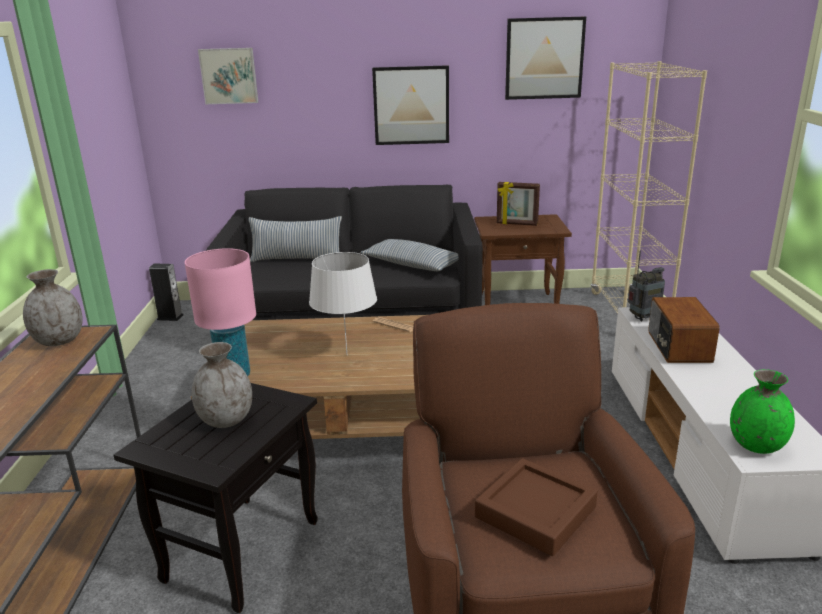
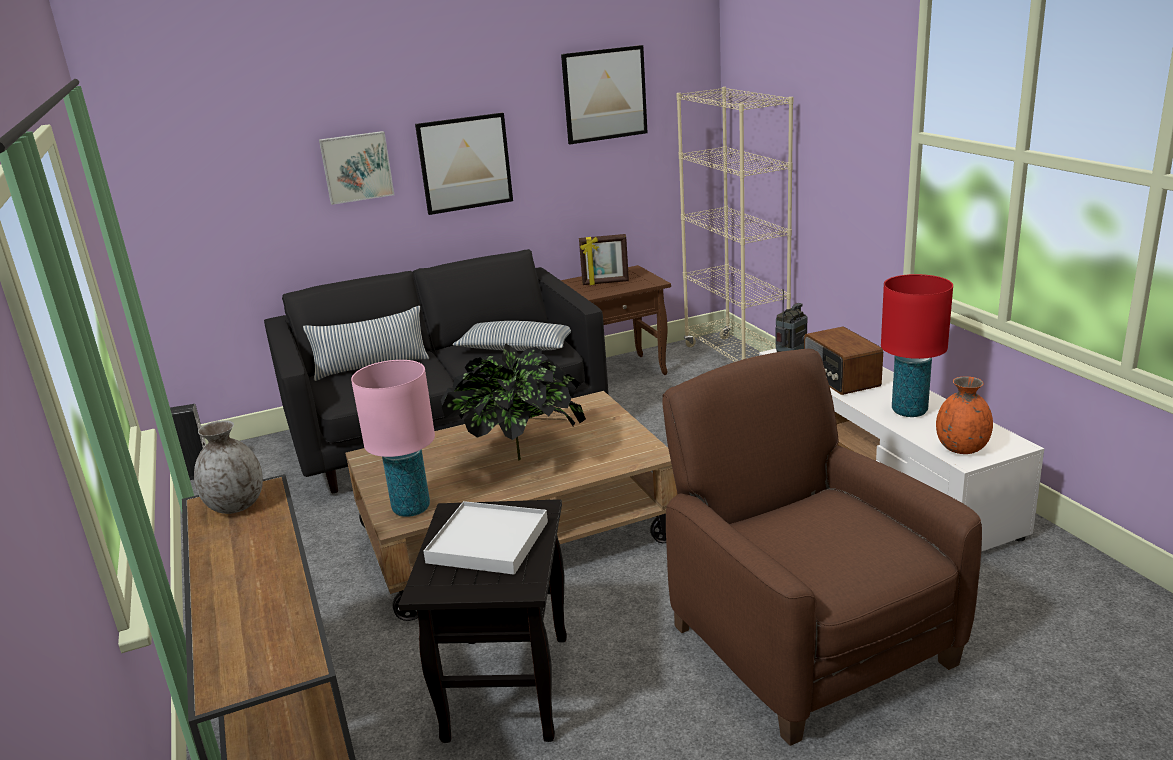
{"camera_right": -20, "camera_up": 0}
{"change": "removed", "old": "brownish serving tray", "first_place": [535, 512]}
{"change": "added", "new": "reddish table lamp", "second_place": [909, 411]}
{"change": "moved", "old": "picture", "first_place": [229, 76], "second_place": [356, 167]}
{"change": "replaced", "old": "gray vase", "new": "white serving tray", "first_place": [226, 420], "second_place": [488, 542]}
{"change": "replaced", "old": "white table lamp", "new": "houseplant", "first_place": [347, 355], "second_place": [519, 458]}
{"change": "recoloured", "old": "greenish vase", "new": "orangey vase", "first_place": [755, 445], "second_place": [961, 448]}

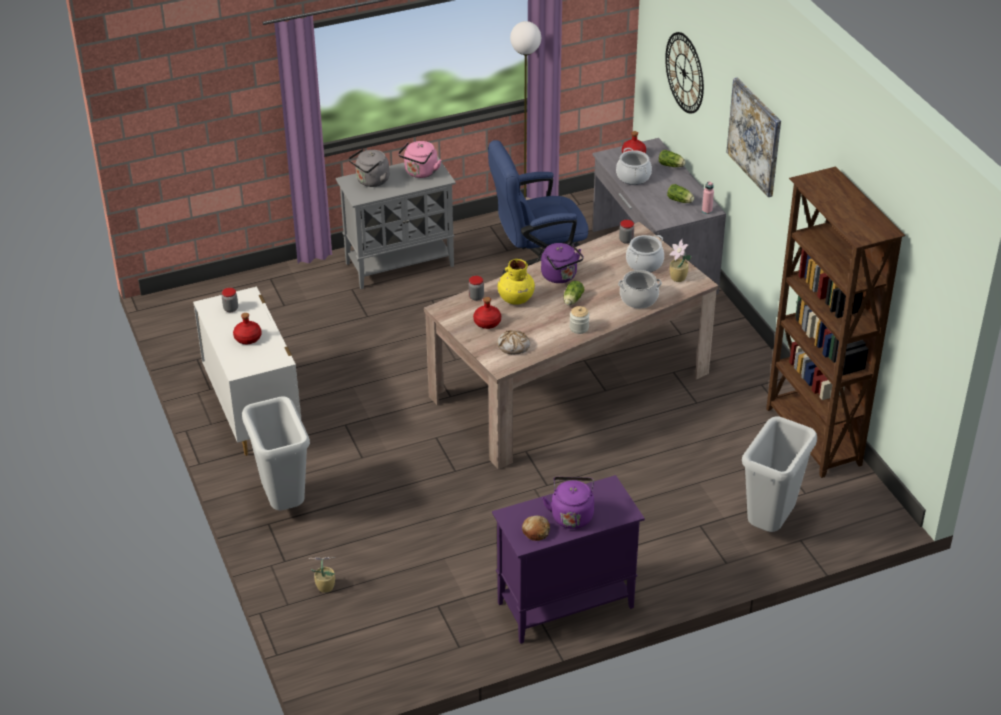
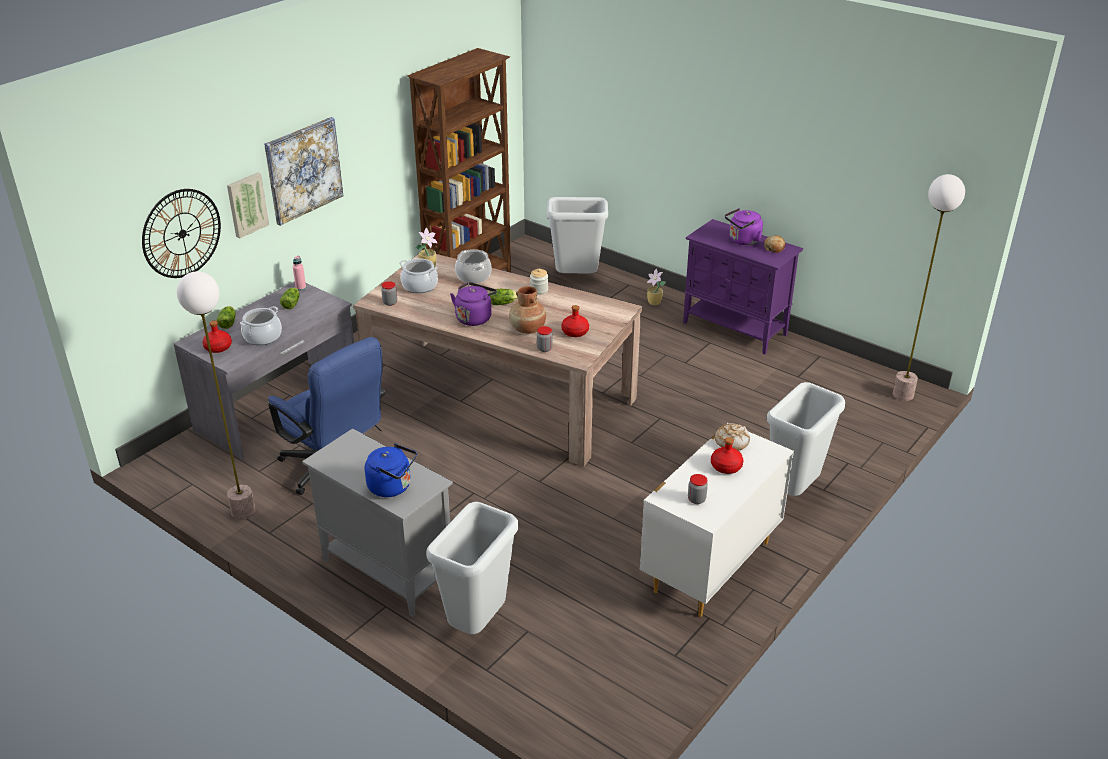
{"camera_right": -120, "camera_up": -5}
{"change": "removed", "old": "pinkish kettle", "first_place": [420, 173]}
{"change": "added", "new": "picture", "second_place": [246, 204]}
{"change": "added", "new": "gray waste bin", "second_place": [477, 623]}
{"change": "added", "new": "standard lamp", "second_place": [903, 395]}
{"change": "moved", "old": "houseplant", "first_place": [324, 587], "second_place": [654, 303]}
{"change": "moved", "old": "bread", "first_place": [513, 346], "second_place": [731, 441]}
{"change": "recoloured", "old": "gray kettle", "new": "blue kettle", "first_place": [371, 181], "second_place": [392, 487]}
{"change": "recoloured", "old": "yellow vase", "new": "brownish vase", "first_place": [515, 298], "second_place": [527, 329]}

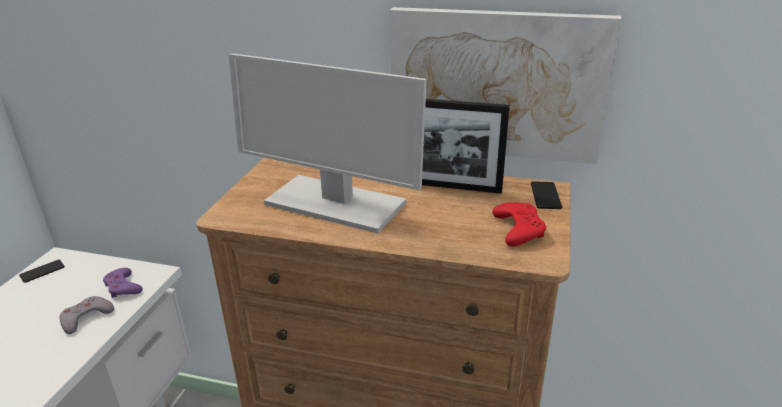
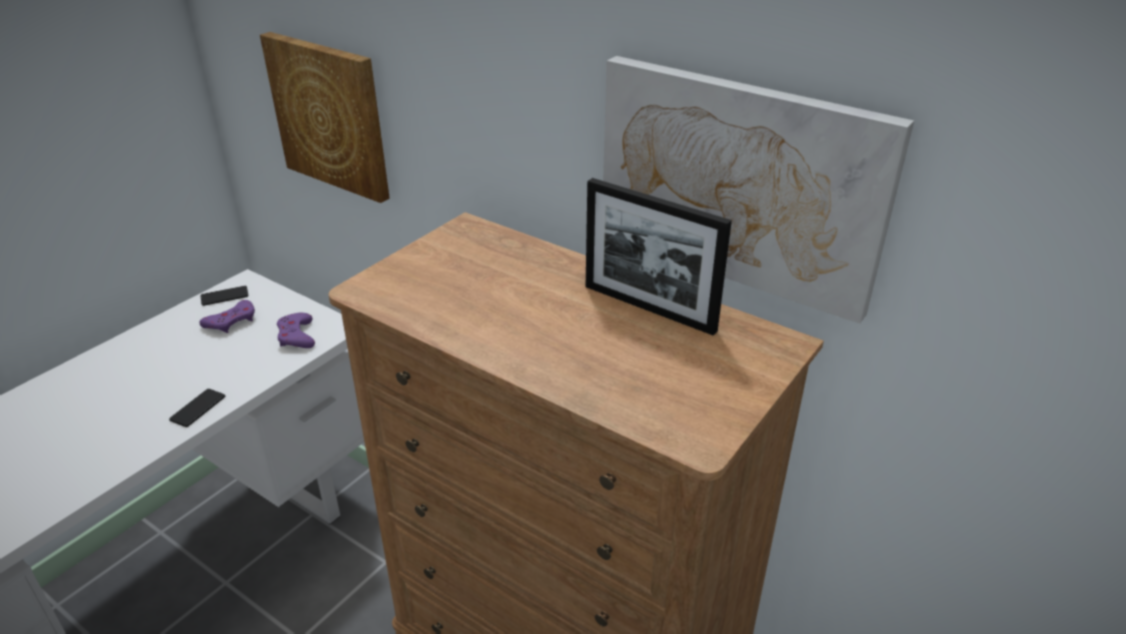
{"camera_right": 20, "camera_up": 5}
{"change": "removed", "old": "gray game controller", "first_place": [86, 317]}
{"change": "removed", "old": "computer screen", "first_place": [333, 204]}
{"change": "removed", "old": "reddish game controller", "first_place": [518, 229]}
{"change": "added", "new": "purple game controller", "second_place": [231, 321]}
{"change": "added", "new": "picture", "second_place": [330, 115]}
{"change": "moved", "old": "phone", "first_place": [545, 196], "second_place": [198, 408]}

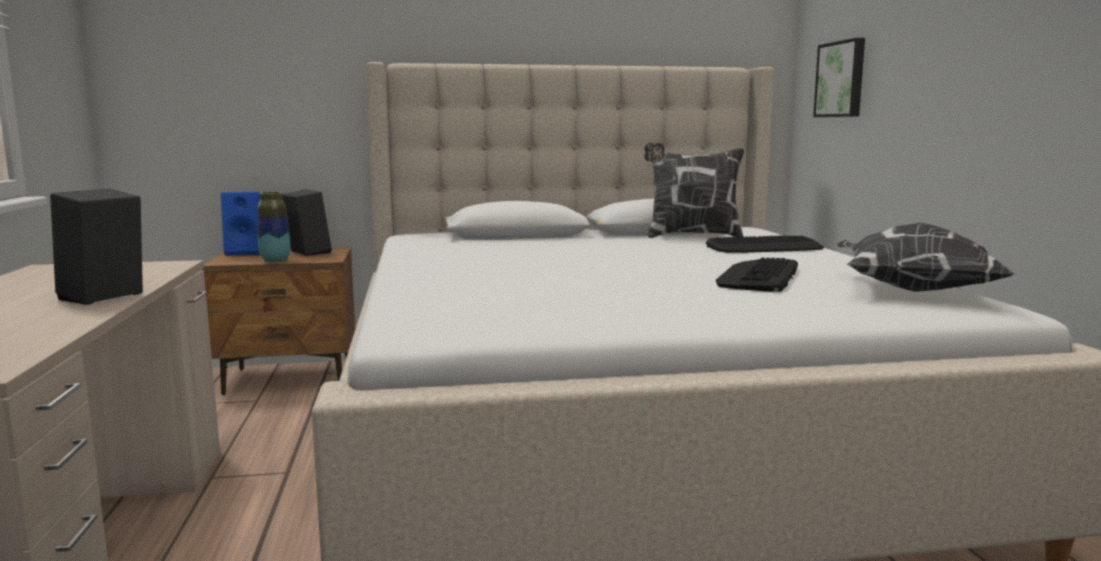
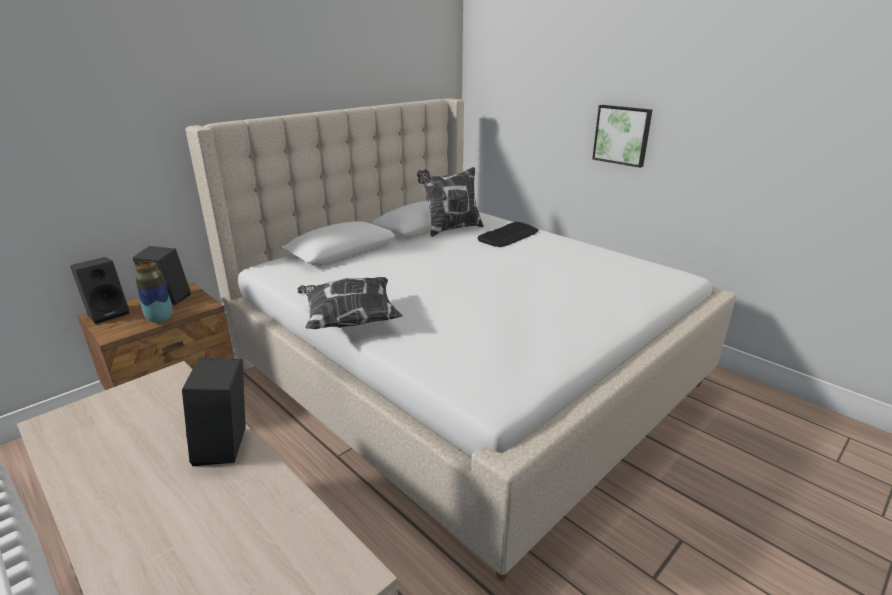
{"camera_right": -35, "camera_up": 15}
{"change": "removed", "old": "computer keyboard", "first_place": [758, 277]}
{"change": "moved", "old": "picture", "first_place": [842, 79], "second_place": [622, 135]}
{"change": "moved", "old": "throw pillow", "first_place": [912, 291], "second_place": [349, 320]}
{"change": "recoloured", "old": "blue loudspeaker", "new": "blackish loudspeaker", "first_place": [248, 252], "second_place": [109, 313]}

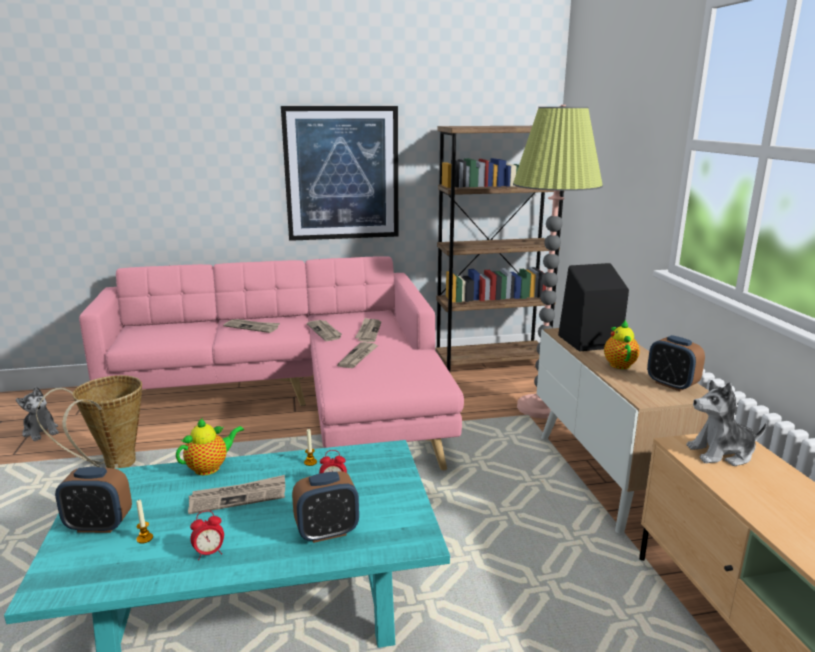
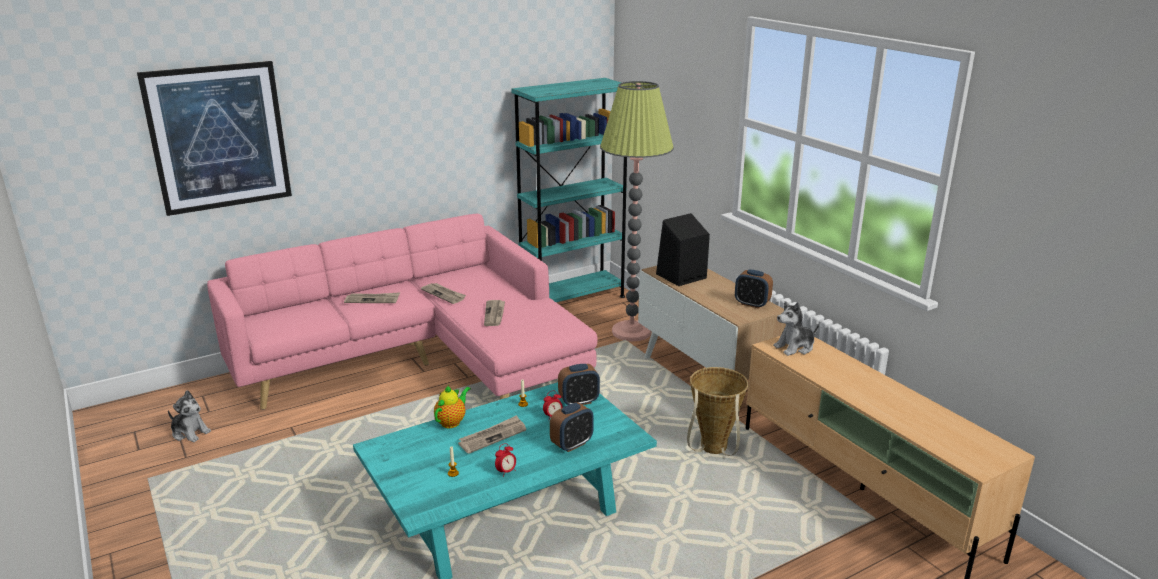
{"camera_right": -20, "camera_up": 5}
{"change": "removed", "old": "printed paper", "first_place": [368, 331]}
{"change": "removed", "old": "teapot", "first_place": [619, 364]}
{"change": "moved", "old": "basket", "first_place": [113, 467], "second_place": [713, 451]}
{"change": "moved", "old": "alarm clock", "first_place": [99, 525], "second_place": [579, 401]}
{"change": "moved", "old": "picture", "first_place": [342, 174], "second_place": [218, 137]}
{"change": "recoloured", "old": "brownish bookshelf", "new": "turquoise-coloured bookshelf", "first_place": [491, 366], "second_place": [572, 300]}

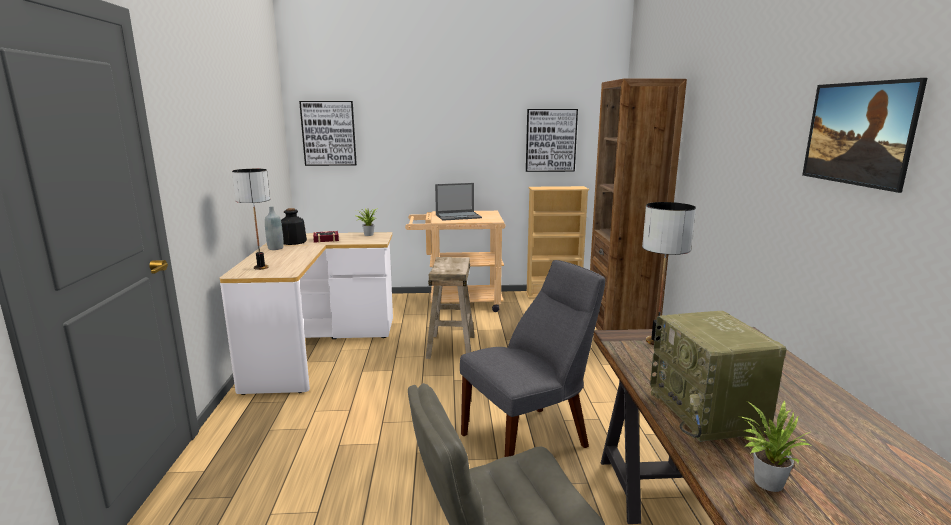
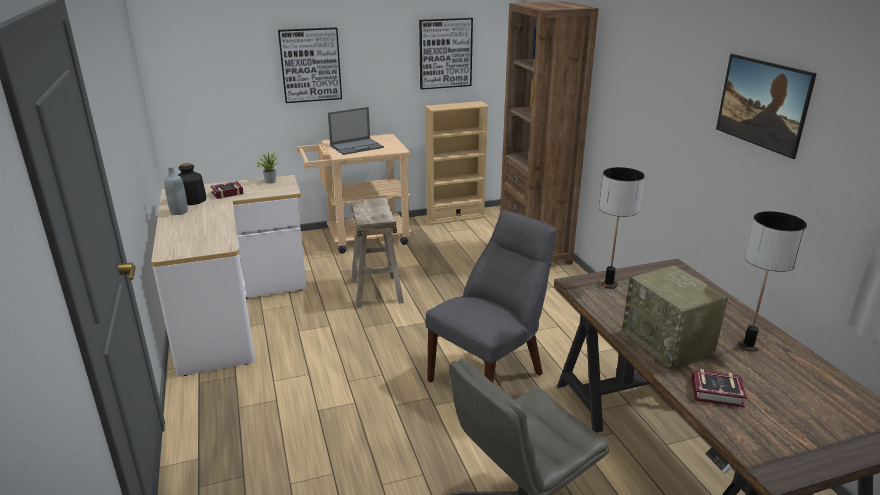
{"camera_right": -15, "camera_up": 10}
{"change": "moved", "old": "table lamp", "first_place": [260, 267], "second_place": [748, 346]}
{"change": "moved", "old": "picture", "first_place": [329, 133], "second_place": [310, 65]}
{"change": "replaced", "old": "houseplant", "new": "bound book", "first_place": [764, 481], "second_place": [719, 394]}

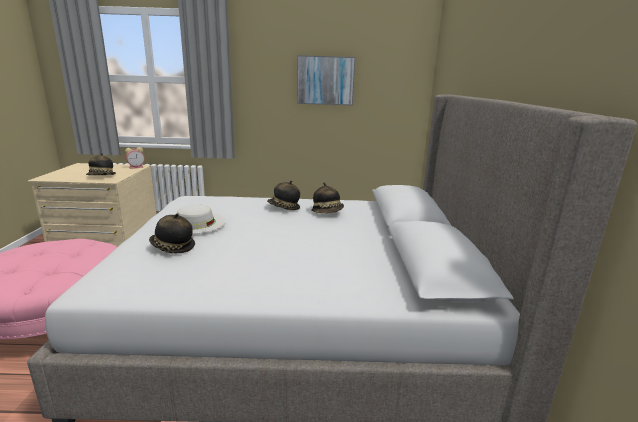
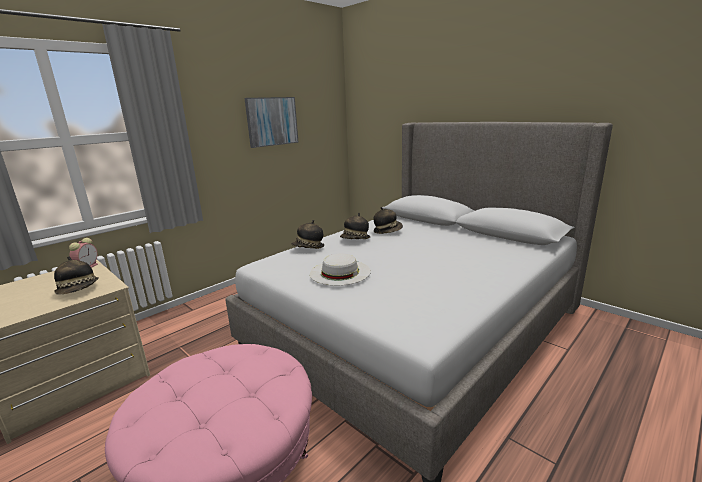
{"camera_right": -45, "camera_up": 0}
{"change": "moved", "old": "wearable hat", "first_place": [172, 247], "second_place": [308, 248]}

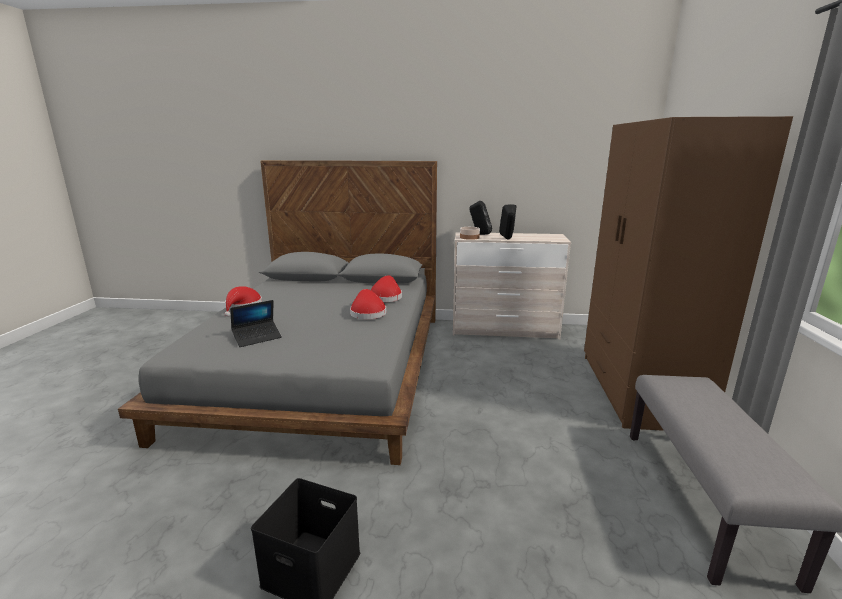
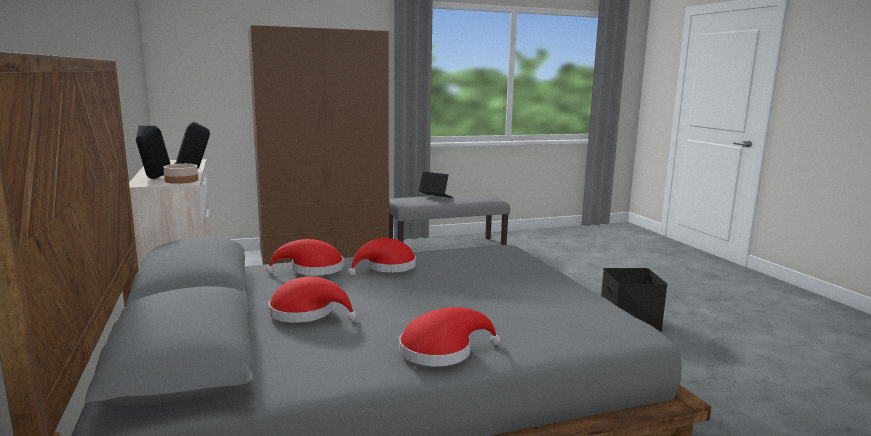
{"camera_right": -115, "camera_up": -5}
{"change": "added", "new": "reddish wearable hat", "second_place": [307, 313]}
{"change": "moved", "old": "notebook computer", "first_place": [257, 338], "second_place": [435, 197]}

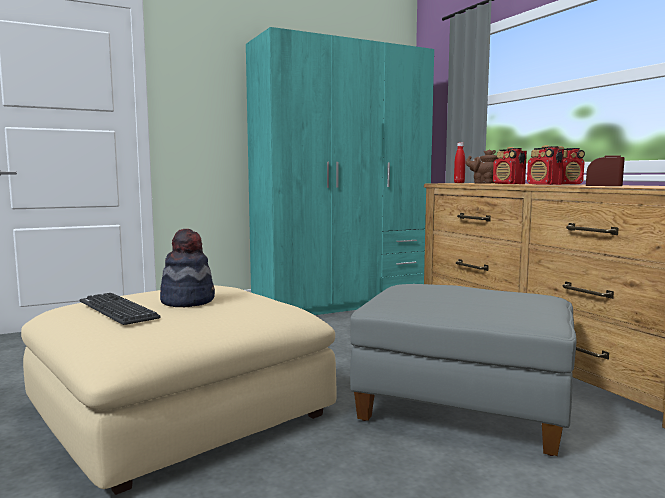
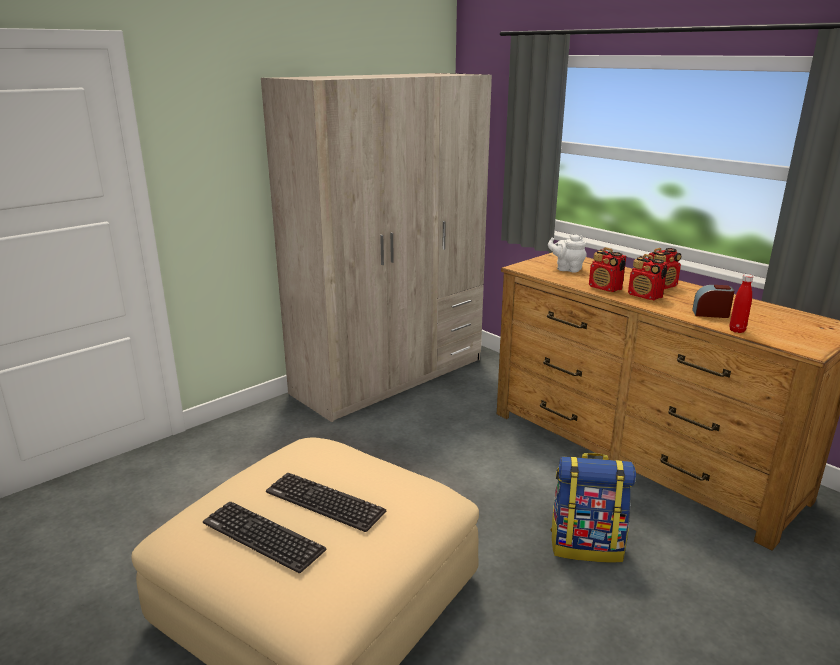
{"camera_right": -15, "camera_up": 15}
{"change": "moved", "old": "reddish bottle", "first_place": [459, 183], "second_place": [737, 330]}
{"change": "replaced", "old": "wearable hat", "new": "computer keyboard", "first_place": [188, 301], "second_place": [324, 502]}
{"change": "replaced", "old": "gray footrest", "new": "knapsack", "first_place": [463, 408], "second_place": [587, 545]}
{"change": "recoloured", "old": "turquoise-coloured wardrobe", "new": "beige wardrobe", "first_place": [342, 303], "second_place": [390, 376]}
{"change": "recoloured", "old": "brownish teapot", "new": "white teapot", "first_place": [483, 183], "second_place": [567, 269]}

